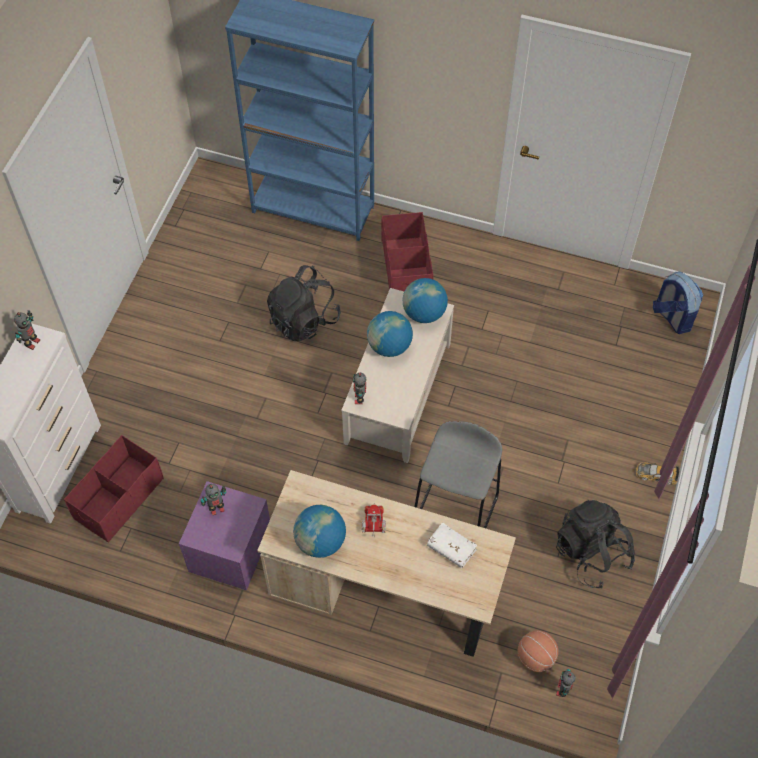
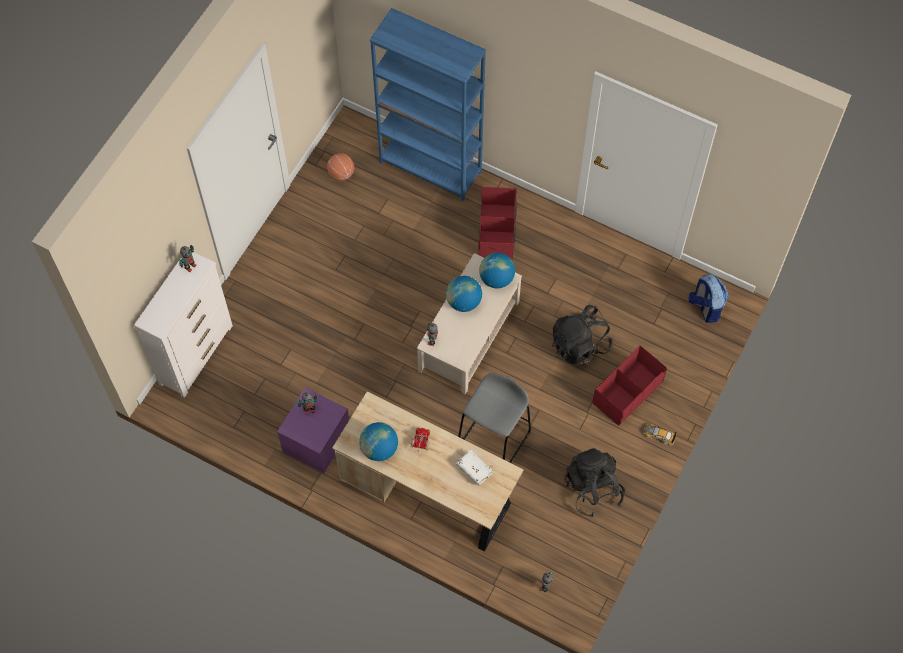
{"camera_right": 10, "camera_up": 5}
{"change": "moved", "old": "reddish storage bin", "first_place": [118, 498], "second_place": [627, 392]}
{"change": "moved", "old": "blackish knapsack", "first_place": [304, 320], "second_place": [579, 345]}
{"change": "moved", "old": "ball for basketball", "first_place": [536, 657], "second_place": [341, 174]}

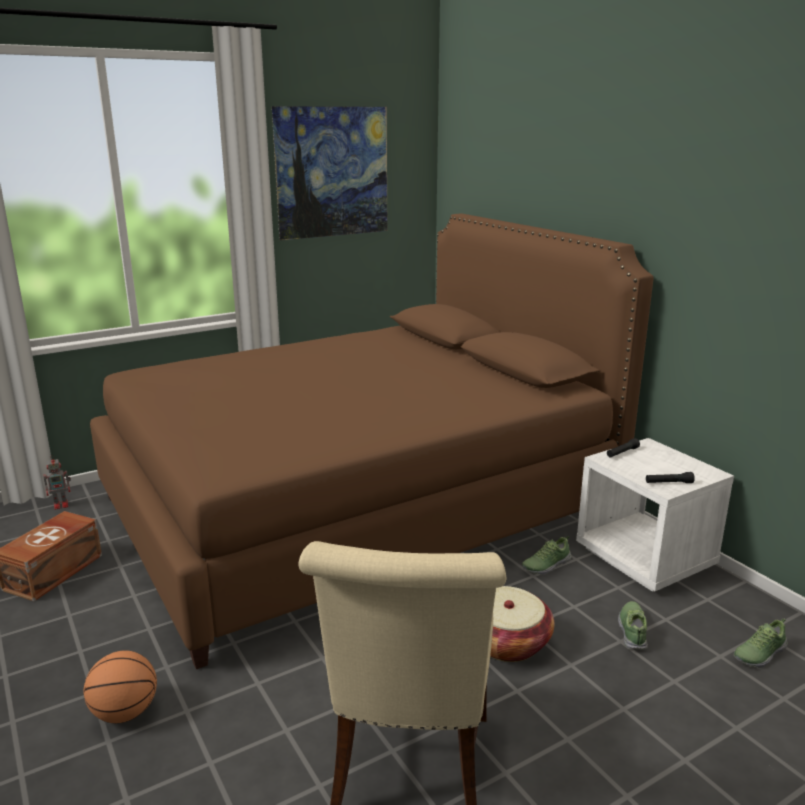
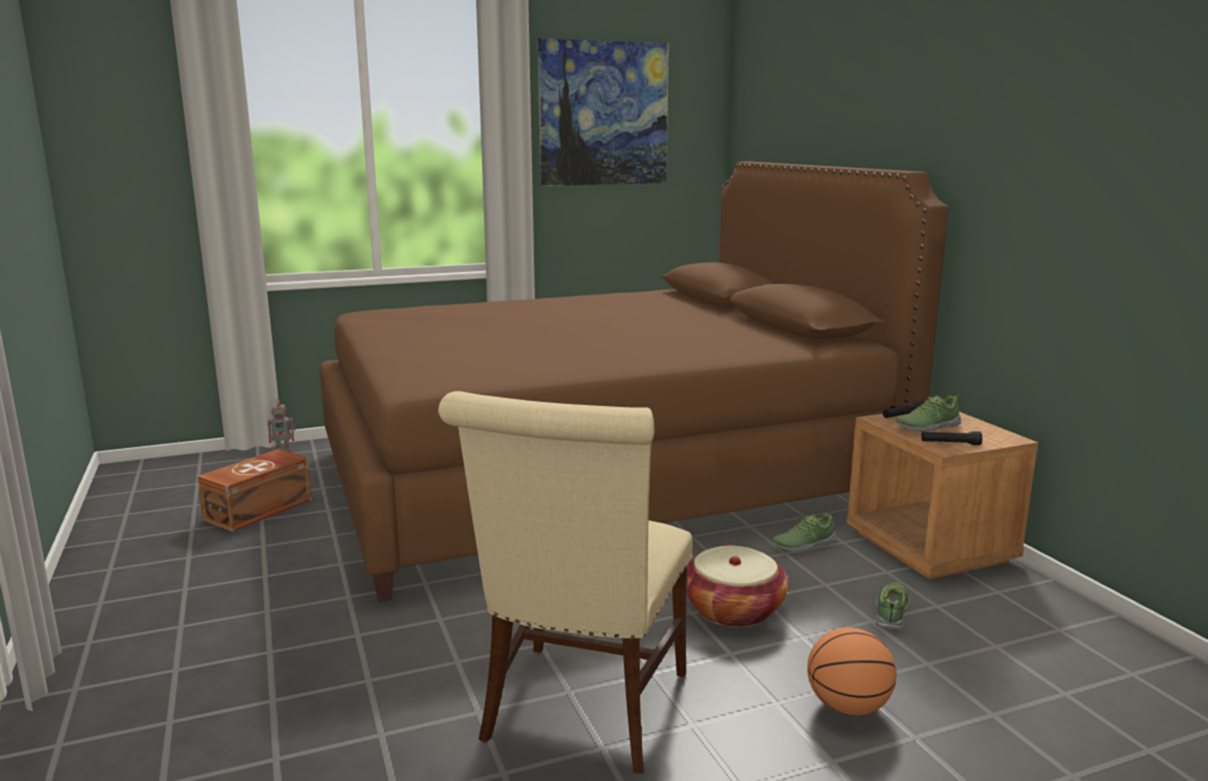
{"camera_right": 10, "camera_up": -5}
{"change": "moved", "old": "ball for basketball", "first_place": [125, 713], "second_place": [848, 707]}
{"change": "moved", "old": "item of footwear", "first_place": [758, 654], "second_place": [927, 427]}
{"change": "recoloured", "old": "white night table", "new": "brownish night table", "first_place": [645, 558], "second_place": [931, 547]}

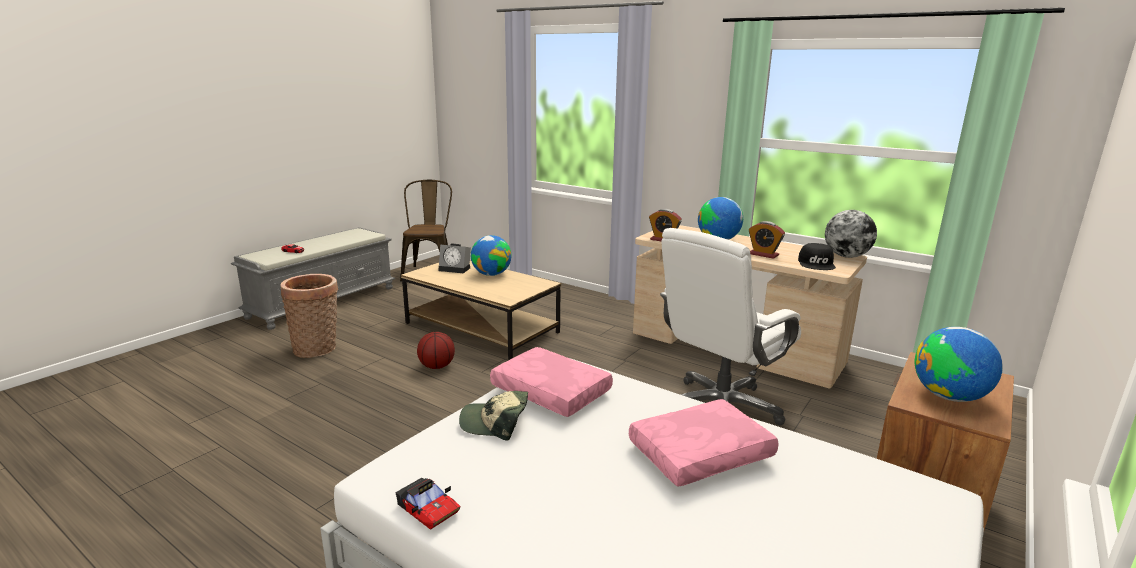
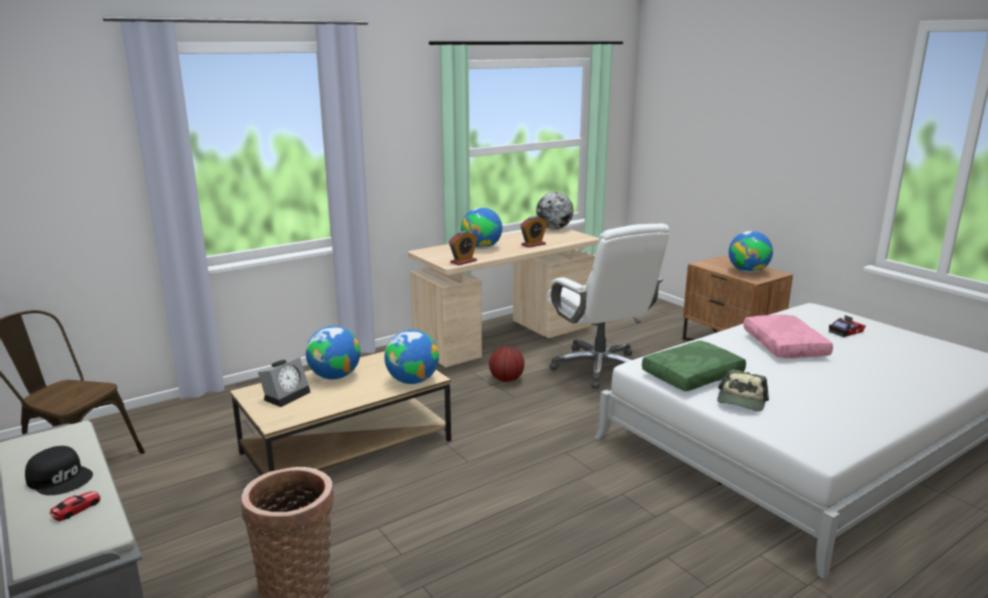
{"camera_right": -70, "camera_up": 0}
{"change": "added", "new": "desk globe", "second_place": [412, 381]}
{"change": "moved", "old": "model car", "first_place": [428, 509], "second_place": [846, 331]}
{"change": "moved", "old": "ball for basketball", "first_place": [437, 366], "second_place": [506, 379]}
{"change": "moved", "old": "blackish peaked cap", "first_place": [817, 263], "second_place": [60, 478]}
{"change": "recoloured", "old": "pinkish throw pillow", "new": "greenish throw pillow", "first_place": [549, 392], "second_place": [693, 376]}

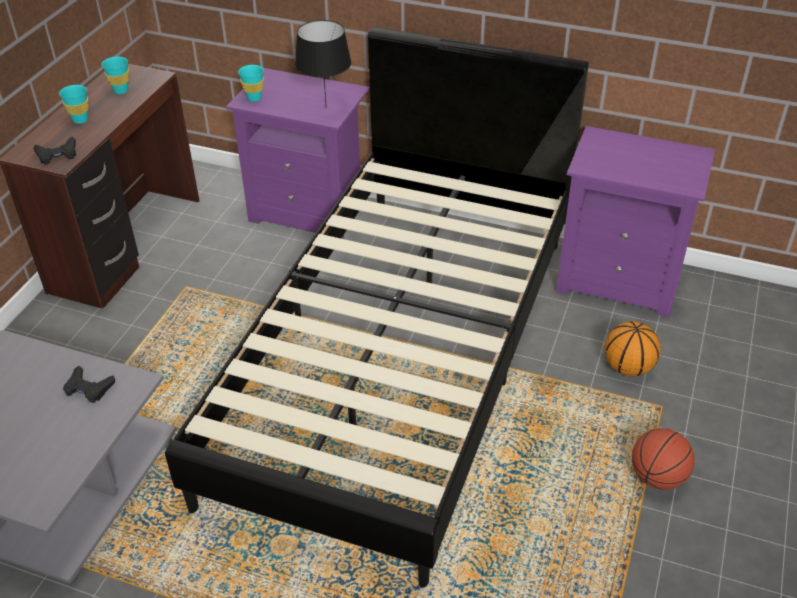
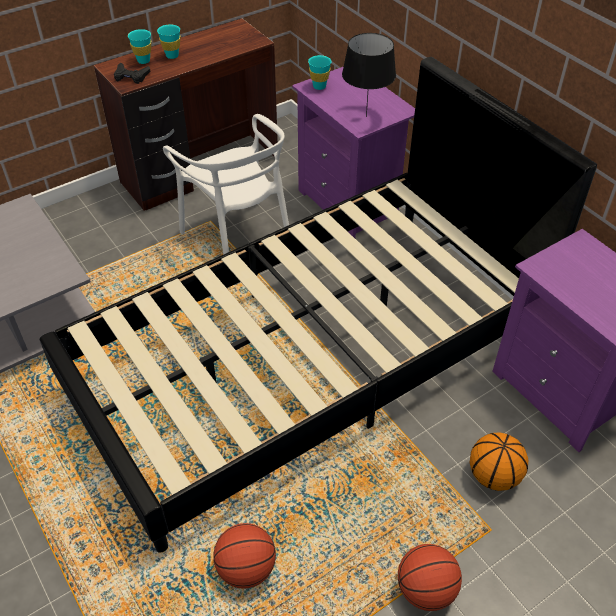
{"camera_right": 35, "camera_up": 5}
{"change": "removed", "old": "blackish game controller", "first_place": [88, 388]}
{"change": "added", "new": "white upright chair", "second_place": [239, 239]}
{"change": "added", "new": "ball for basketball", "second_place": [246, 568]}
{"change": "moved", "old": "turquoise-coloured small cup", "first_place": [121, 91], "second_place": [143, 61]}

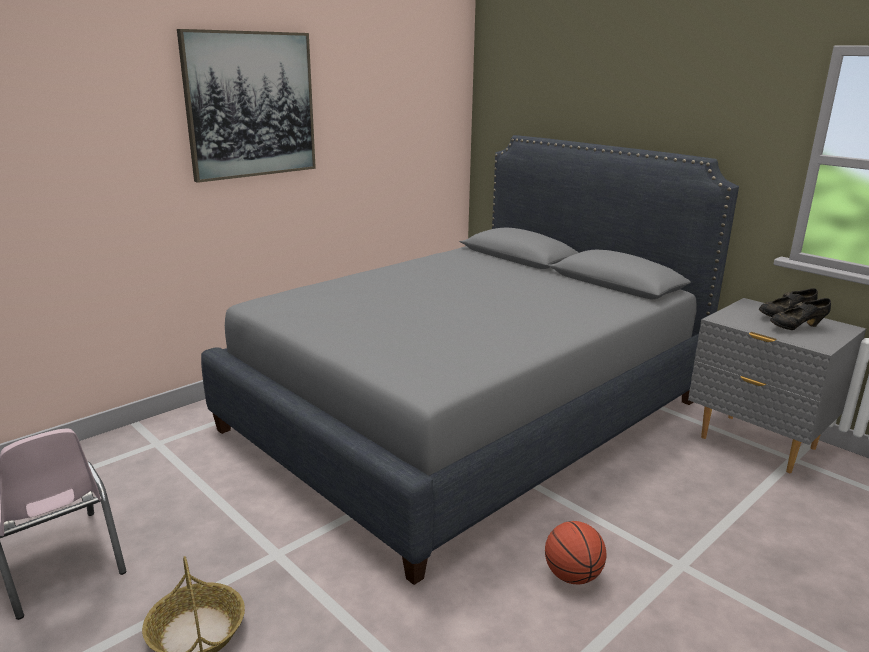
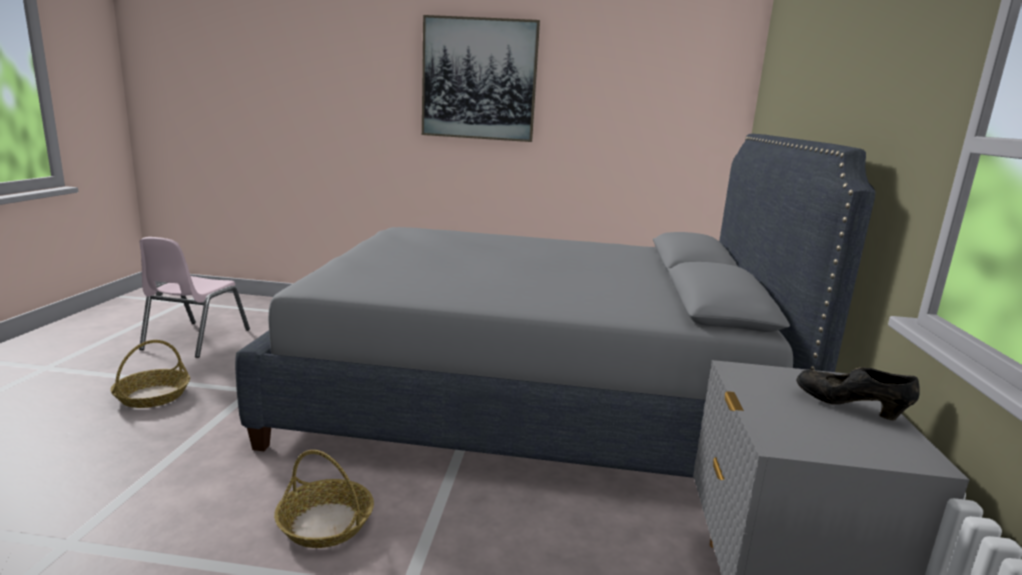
{"camera_right": 50, "camera_up": -5}
{"change": "removed", "old": "blackish item of footwear", "first_place": [796, 328]}
{"change": "replaced", "old": "ball for basketball", "new": "basket", "first_place": [572, 576], "second_place": [325, 523]}

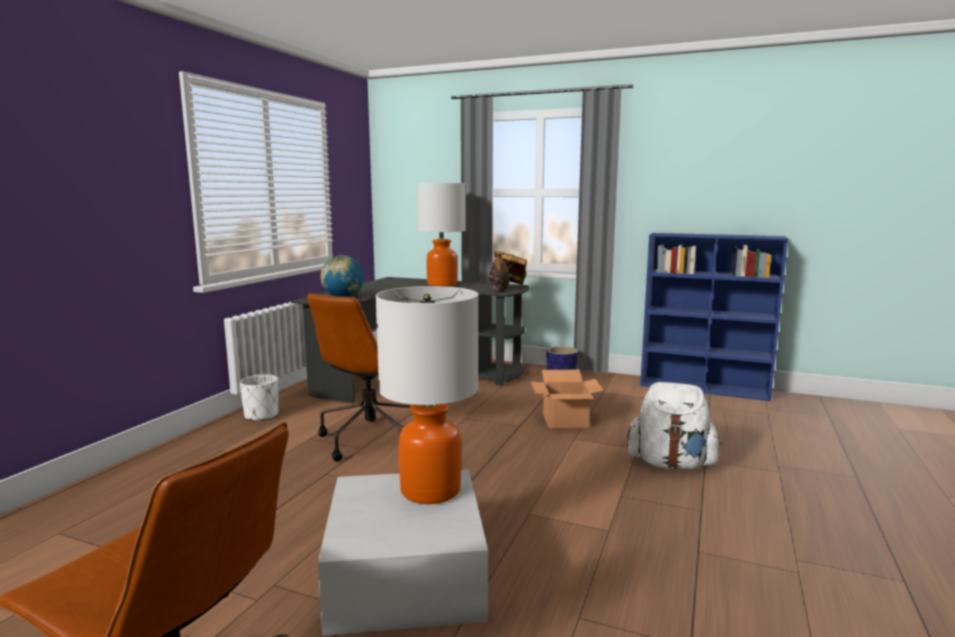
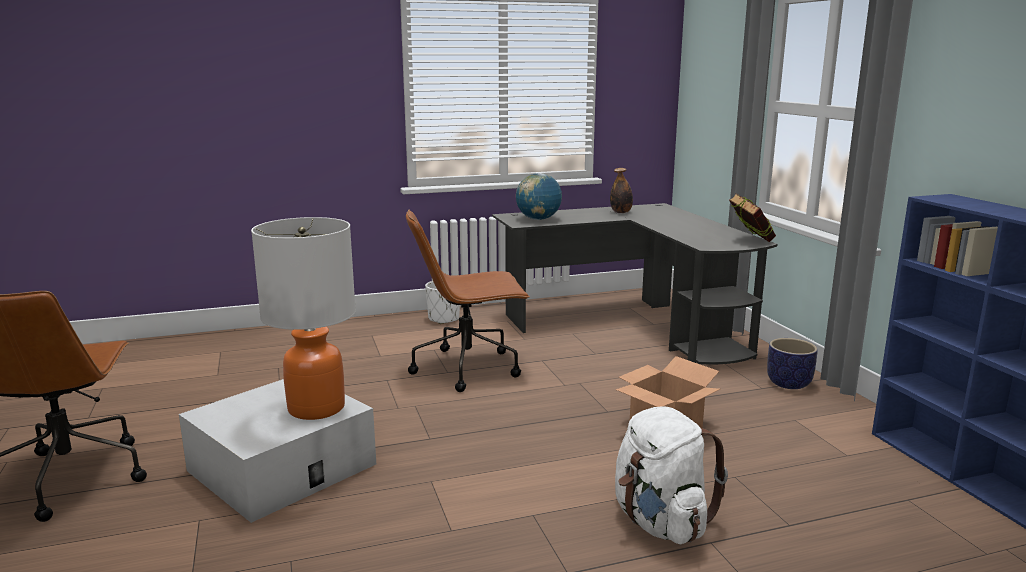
{"camera_right": 50, "camera_up": 5}
{"change": "removed", "old": "table lamp", "first_place": [442, 284]}
{"change": "moved", "old": "bottle", "first_place": [499, 290], "second_place": [621, 212]}

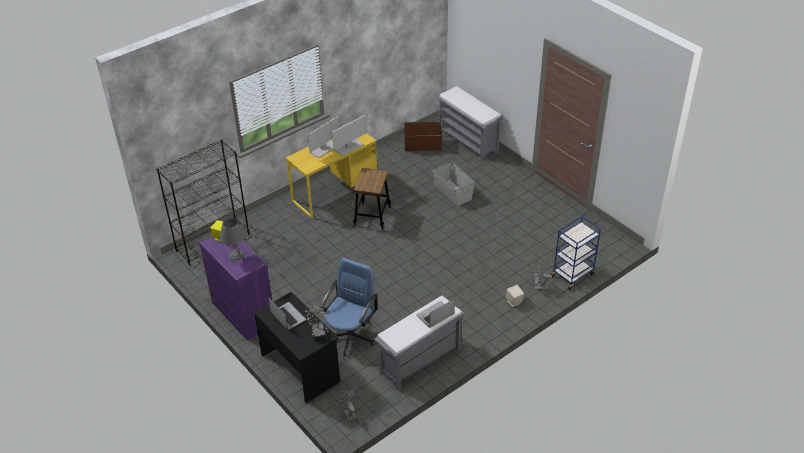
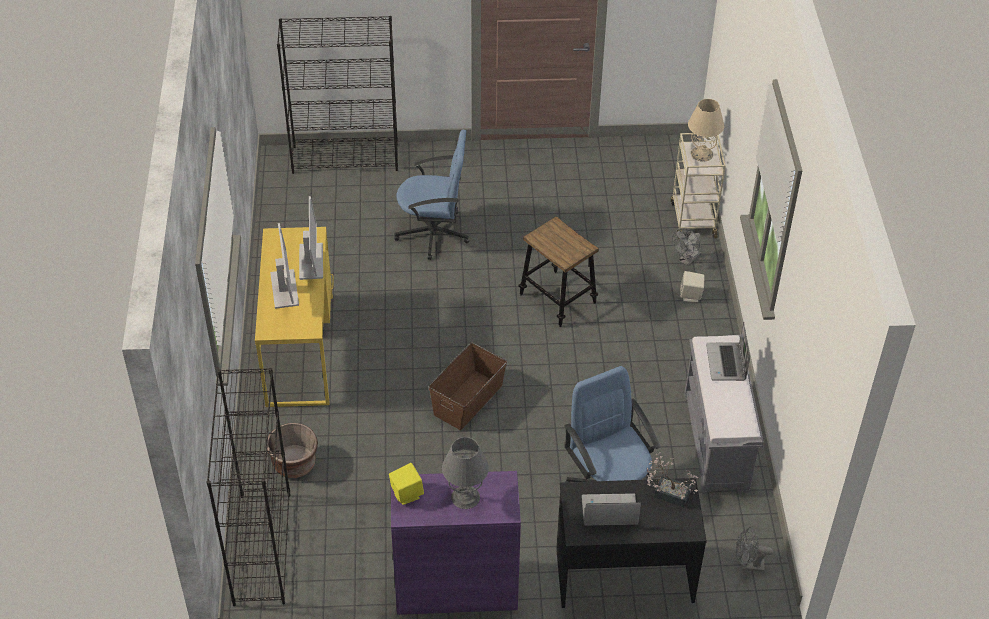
{"camera_right": -55, "camera_up": 5}
{"change": "added", "new": "brownish flower pot", "second_place": [294, 463]}
{"change": "added", "new": "beige table lamp", "second_place": [701, 154]}
{"change": "moved", "old": "sitting stool", "first_place": [372, 216], "second_place": [557, 299]}
{"change": "moved", "old": "brownish storage bin", "first_place": [422, 145], "second_place": [467, 400]}
{"change": "replaced", "old": "gray storage bin", "new": "blue desk chair", "first_place": [453, 192], "second_place": [434, 233]}
{"change": "replaced", "old": "gray long seat", "new": "blackish bookshelf", "first_place": [469, 140], "second_place": [346, 158]}
{"change": "recoloured", "old": "blue cart", "new": "beige cart", "first_place": [572, 275], "second_place": [693, 219]}

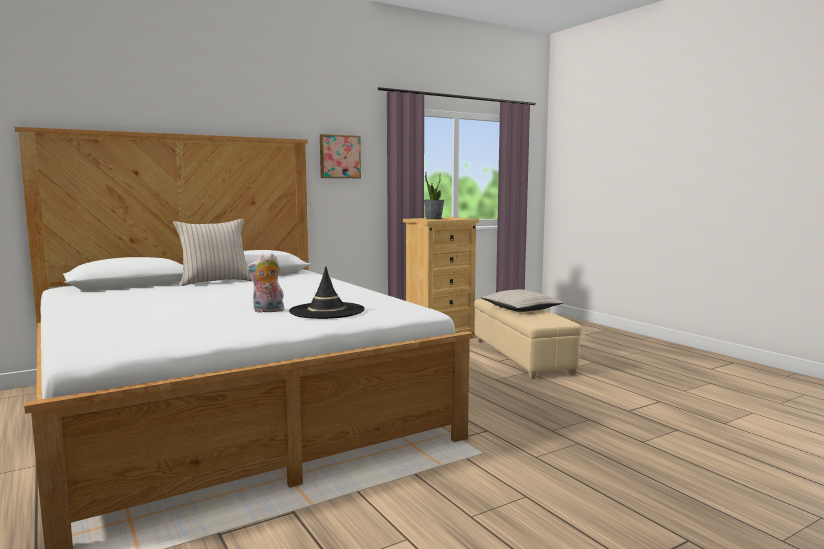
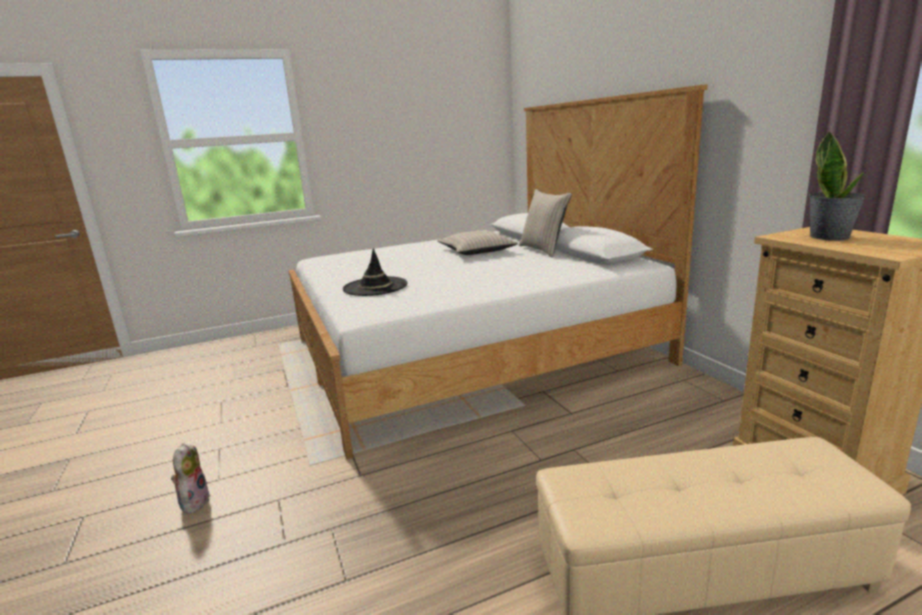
{"camera_right": 100, "camera_up": 10}
{"change": "removed", "old": "picture", "first_place": [339, 156]}
{"change": "moved", "old": "soft toy", "first_place": [267, 311], "second_place": [194, 502]}
{"change": "moved", "old": "beige throw pillow", "first_place": [520, 308], "second_place": [477, 251]}

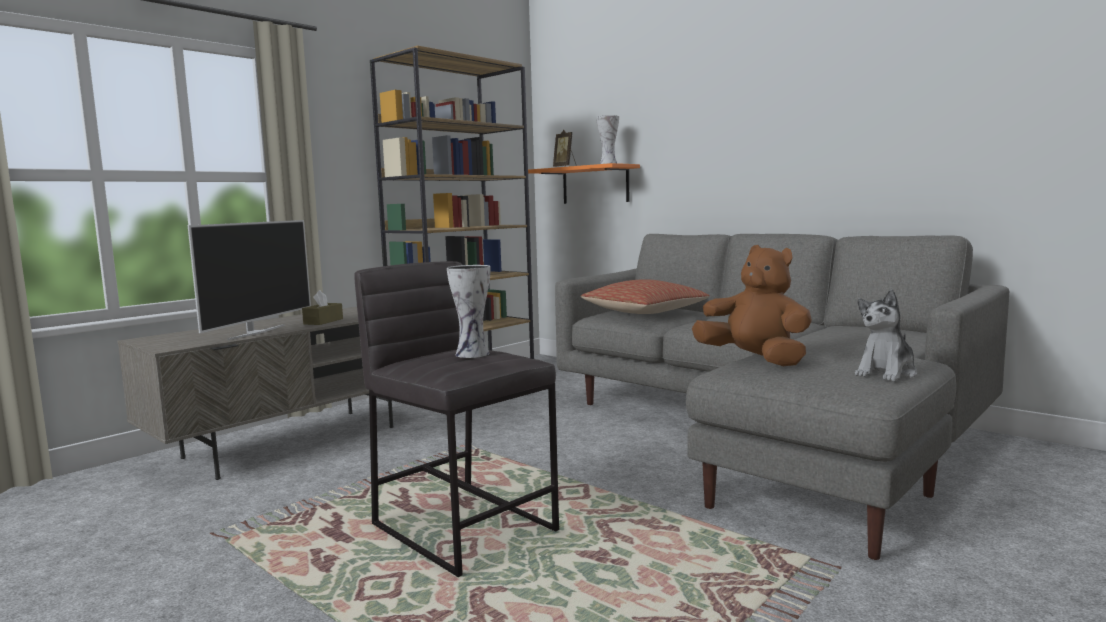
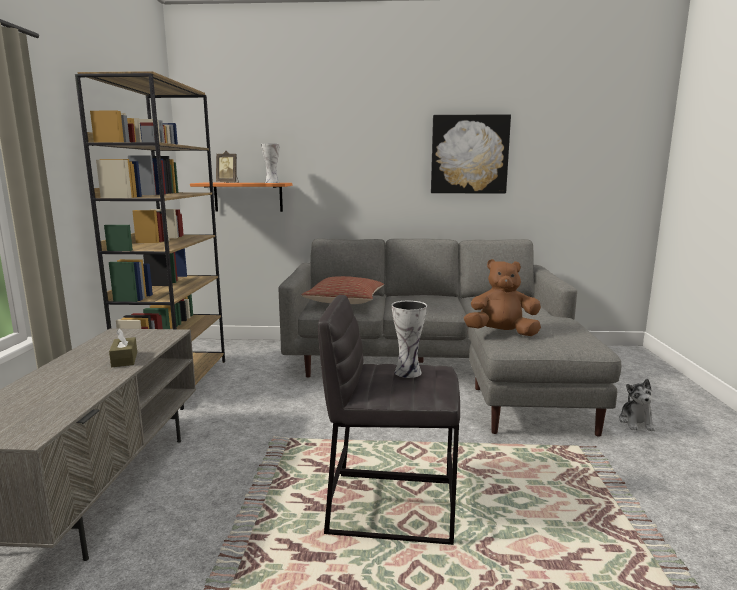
{"camera_right": -40, "camera_up": 5}
{"change": "removed", "old": "TV", "first_place": [256, 332]}
{"change": "added", "new": "picture", "second_place": [469, 154]}
{"change": "moved", "old": "soft toy", "first_place": [886, 373], "second_place": [636, 422]}

